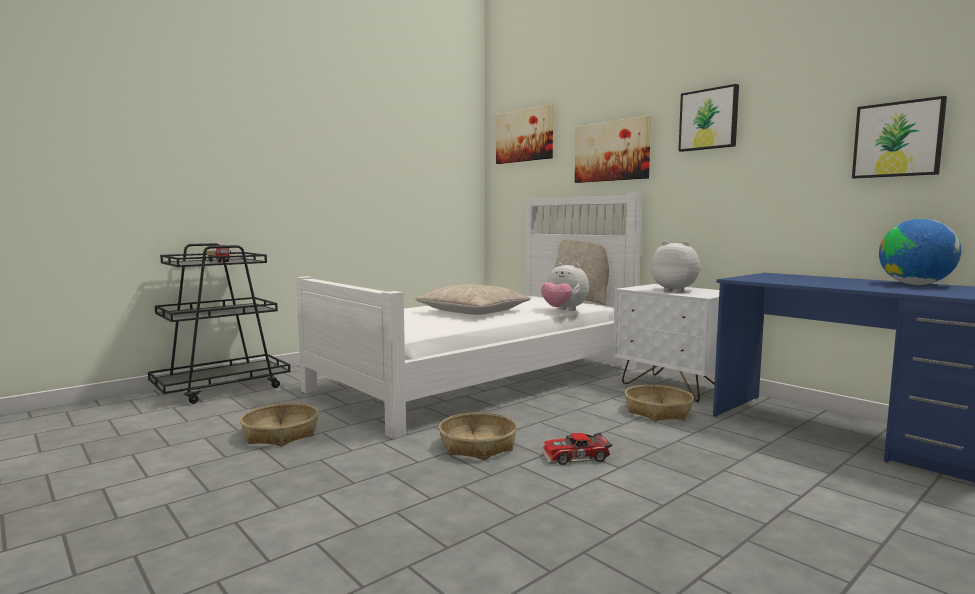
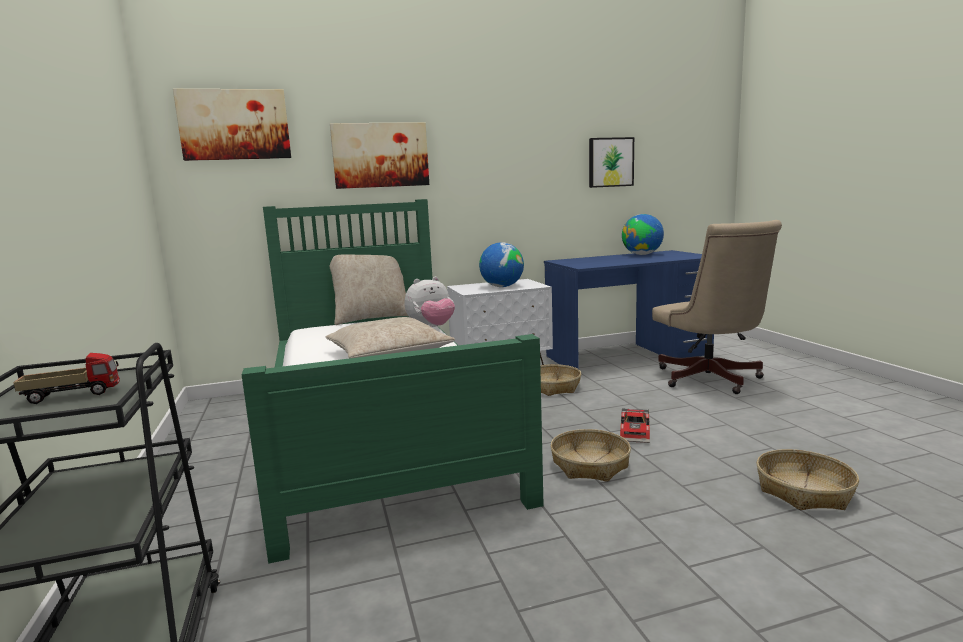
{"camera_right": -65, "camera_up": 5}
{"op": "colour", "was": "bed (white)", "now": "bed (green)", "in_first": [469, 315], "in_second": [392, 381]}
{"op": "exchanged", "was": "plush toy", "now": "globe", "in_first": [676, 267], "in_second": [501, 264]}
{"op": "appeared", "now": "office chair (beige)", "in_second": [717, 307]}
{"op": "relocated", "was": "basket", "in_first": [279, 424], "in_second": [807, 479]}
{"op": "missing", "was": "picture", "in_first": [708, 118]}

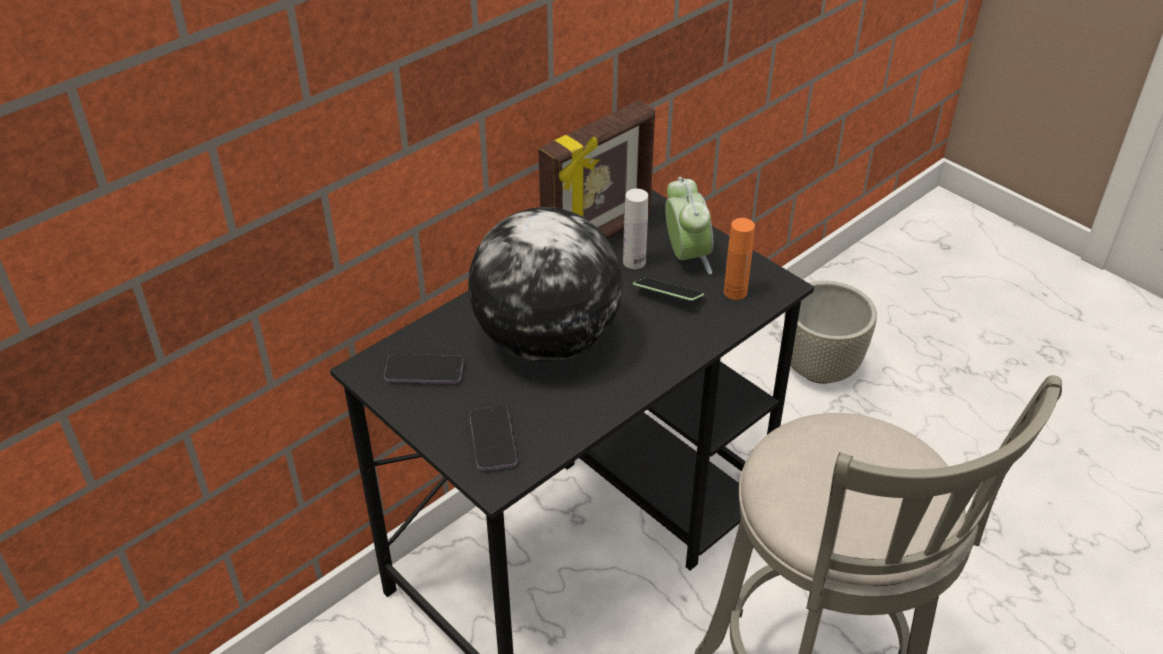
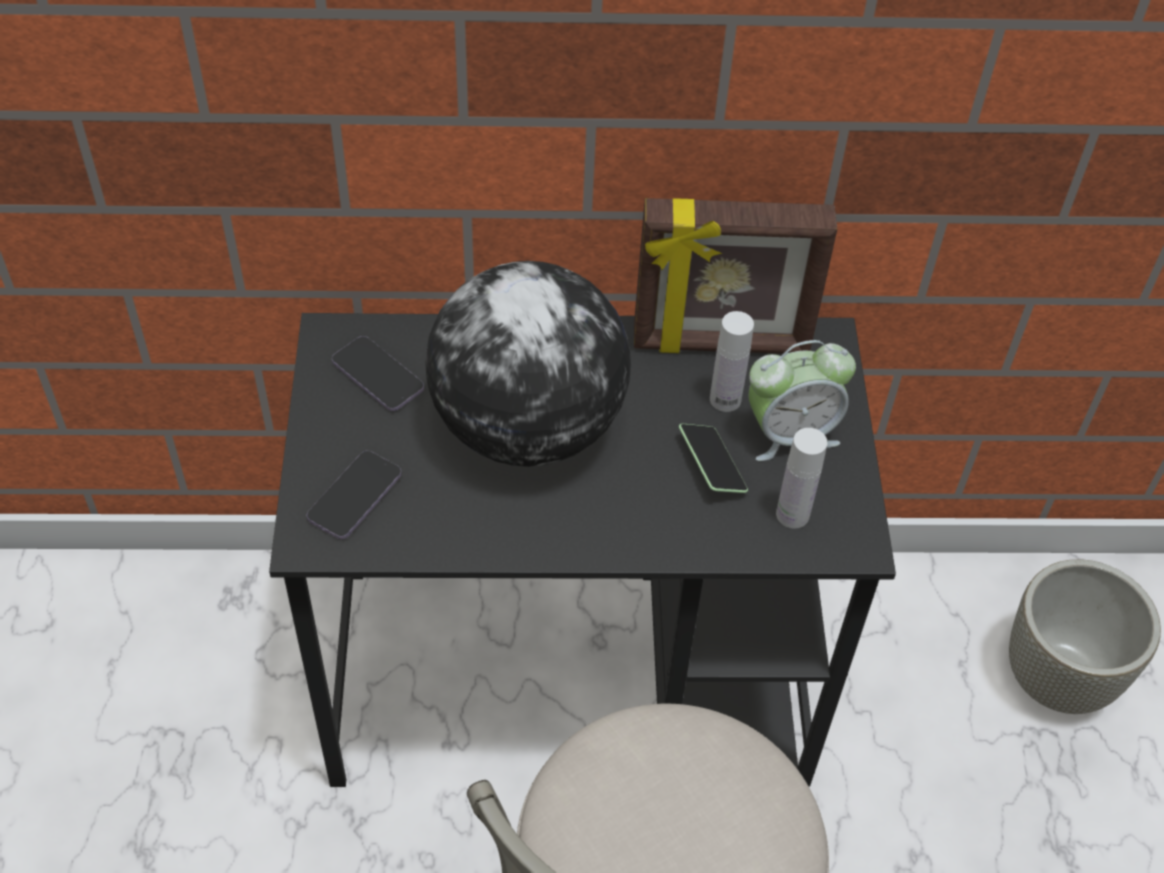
{"camera_right": 40, "camera_up": 10}
{"op": "spun", "was": "alarm clock", "in_first": [689, 225], "in_second": [802, 400], "clockwise": 45}
{"op": "colour", "was": "bottle (orange)", "now": "bottle (white)", "in_first": [739, 259], "in_second": [801, 478]}

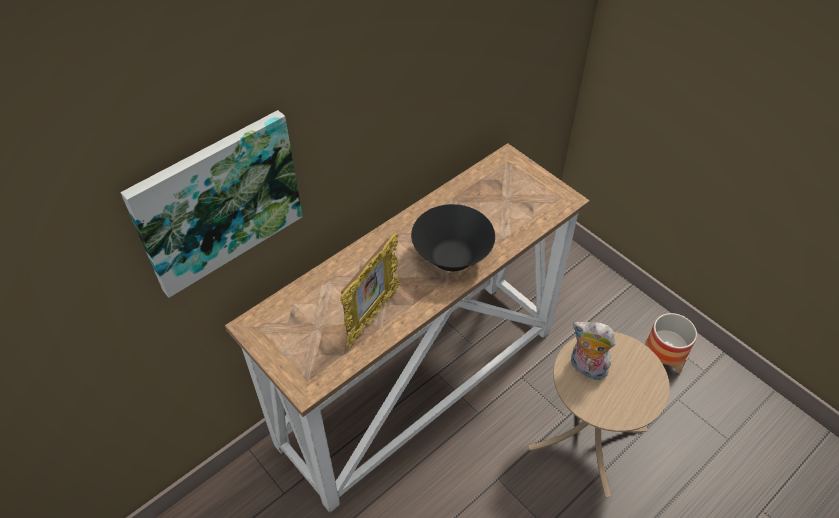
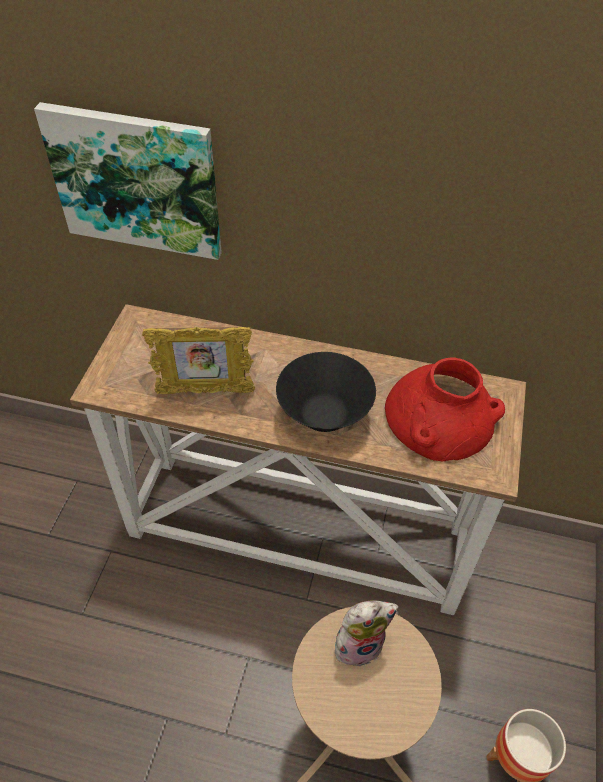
{"camera_right": 55, "camera_up": 0}
{"op": "spun", "was": "plush toy", "in_first": [593, 351], "in_second": [367, 635], "clockwise": 75}
{"op": "appeared", "now": "vase (red)", "in_second": [445, 409]}

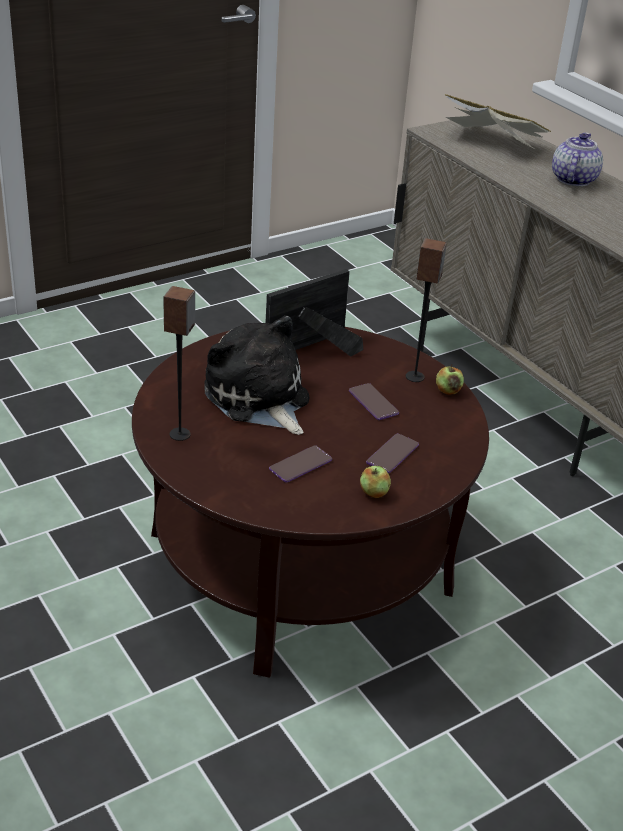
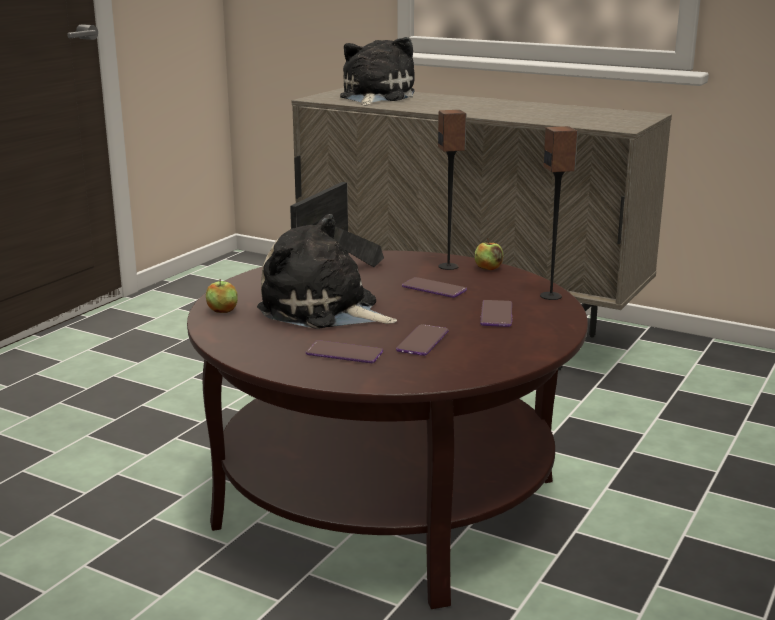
{"camera_right": -25, "camera_up": -15}
{"op": "relocated", "was": "apple", "in_first": [375, 481], "in_second": [222, 296]}
{"op": "appeared", "now": "phone", "in_second": [344, 351]}
{"op": "exchanged", "was": "book", "now": "plush toy", "in_first": [498, 121], "in_second": [377, 71]}
{"op": "relocated", "was": "speaker", "in_first": [179, 363], "in_second": [559, 213]}
{"op": "missing", "was": "teapot", "in_first": [577, 159]}

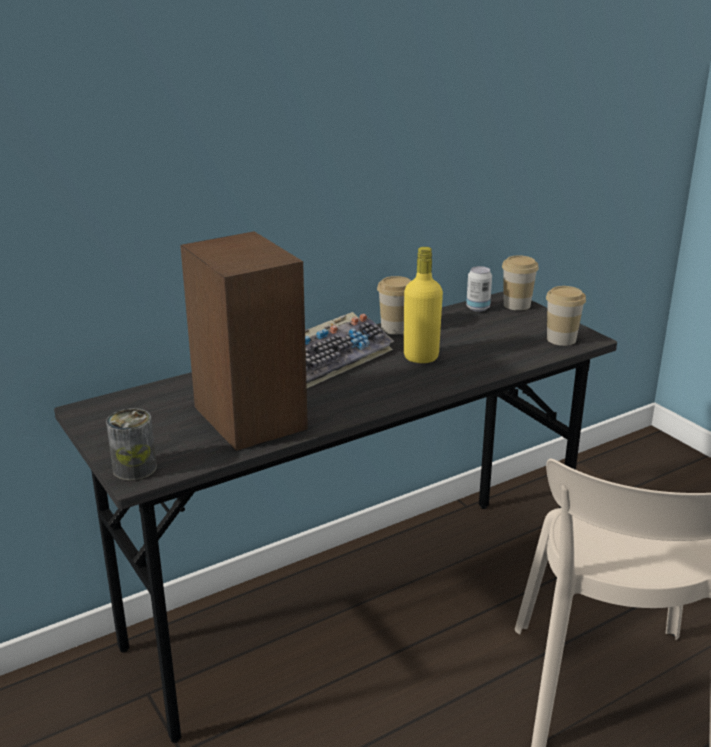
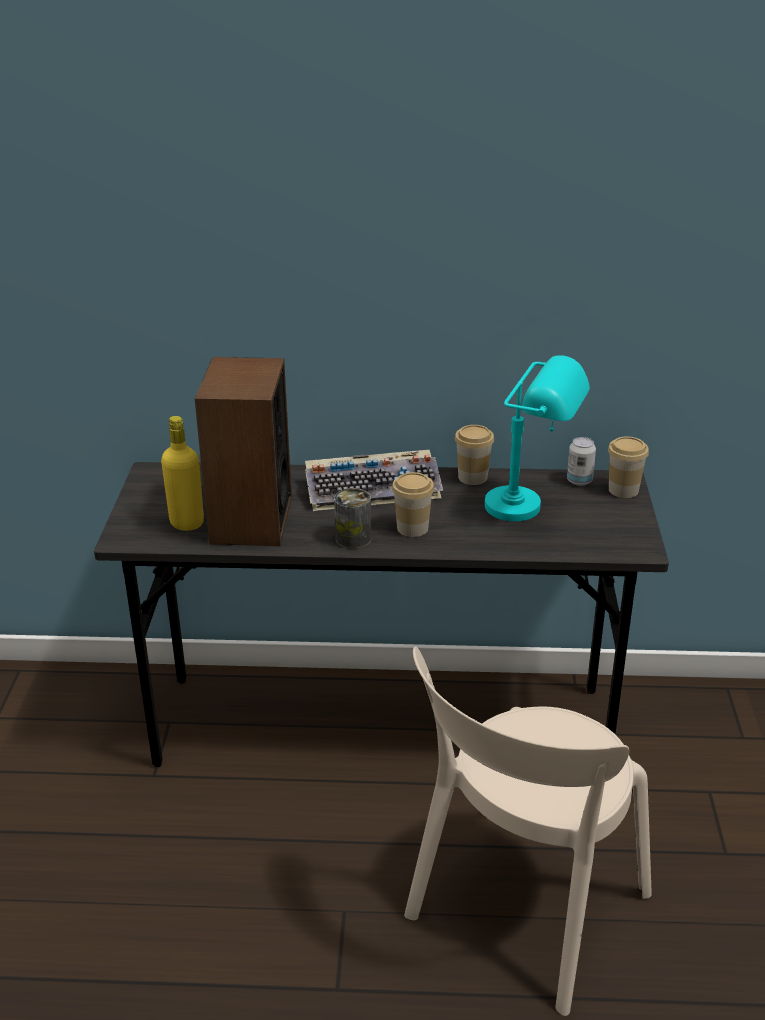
{"camera_right": 35, "camera_up": 5}
{"op": "relocated", "was": "bottle (yellow)", "in_first": [423, 305], "in_second": [182, 473]}
{"op": "relocated", "was": "can", "in_first": [131, 444], "in_second": [353, 518]}
{"op": "relocated", "was": "cup", "in_first": [566, 316], "in_second": [413, 504]}
{"op": "appeared", "now": "table lamp (turquoise)", "in_second": [537, 438]}

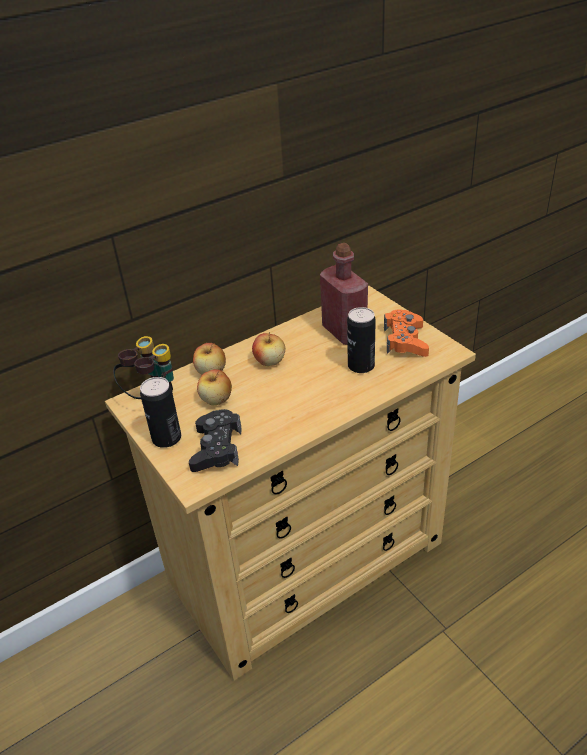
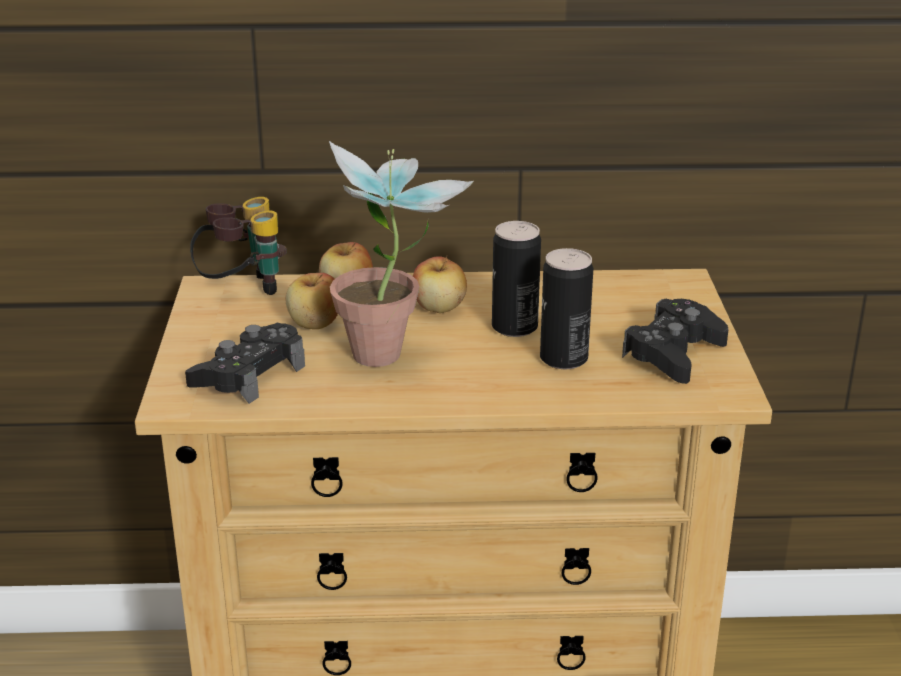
{"camera_right": 30, "camera_up": -10}
{"op": "appeared", "now": "potted plant", "in_second": [401, 254]}
{"op": "relocated", "was": "can", "in_first": [160, 412], "in_second": [516, 279]}
{"op": "colour", "was": "game controller (orange)", "now": "game controller (black)", "in_first": [406, 333], "in_second": [675, 341]}
{"op": "missing", "was": "bottle (red)", "in_first": [344, 294]}

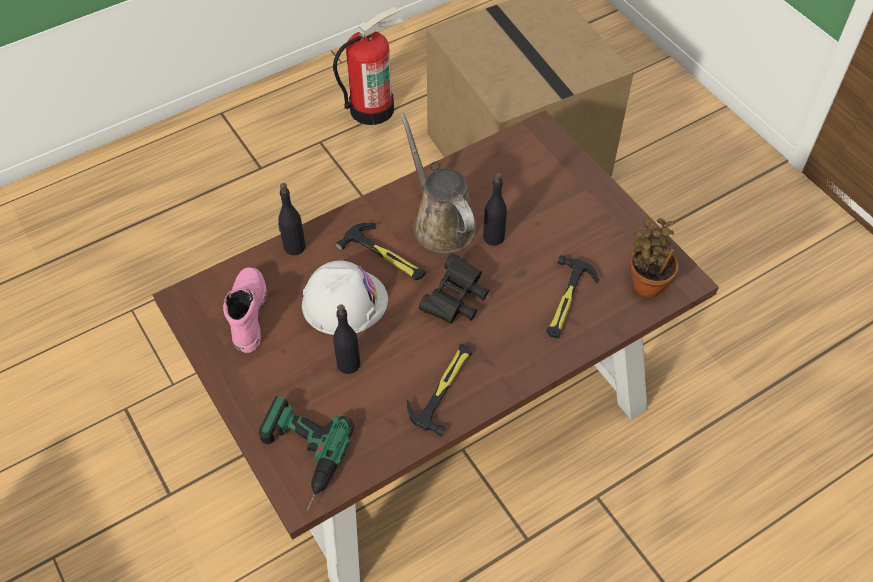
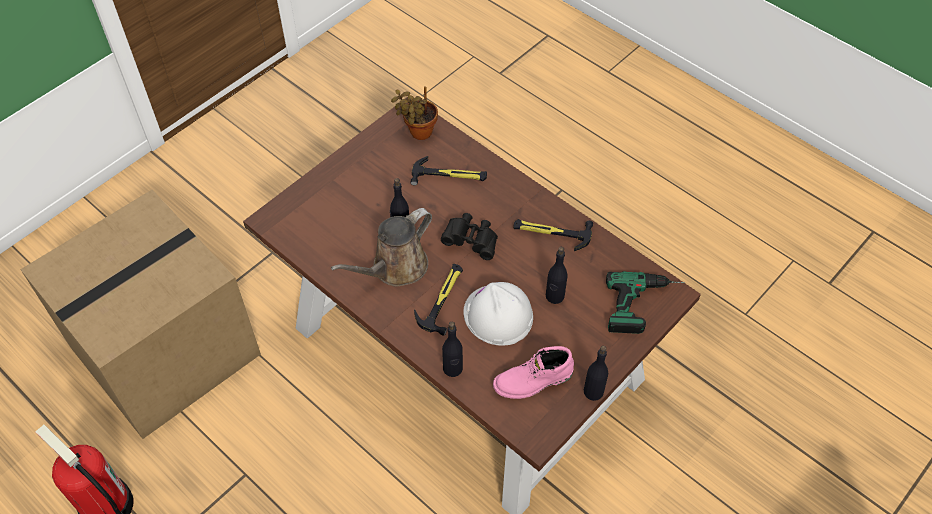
{"camera_right": -105, "camera_up": 0}
{"op": "appeared", "now": "bottle (black)", "in_second": [596, 373]}

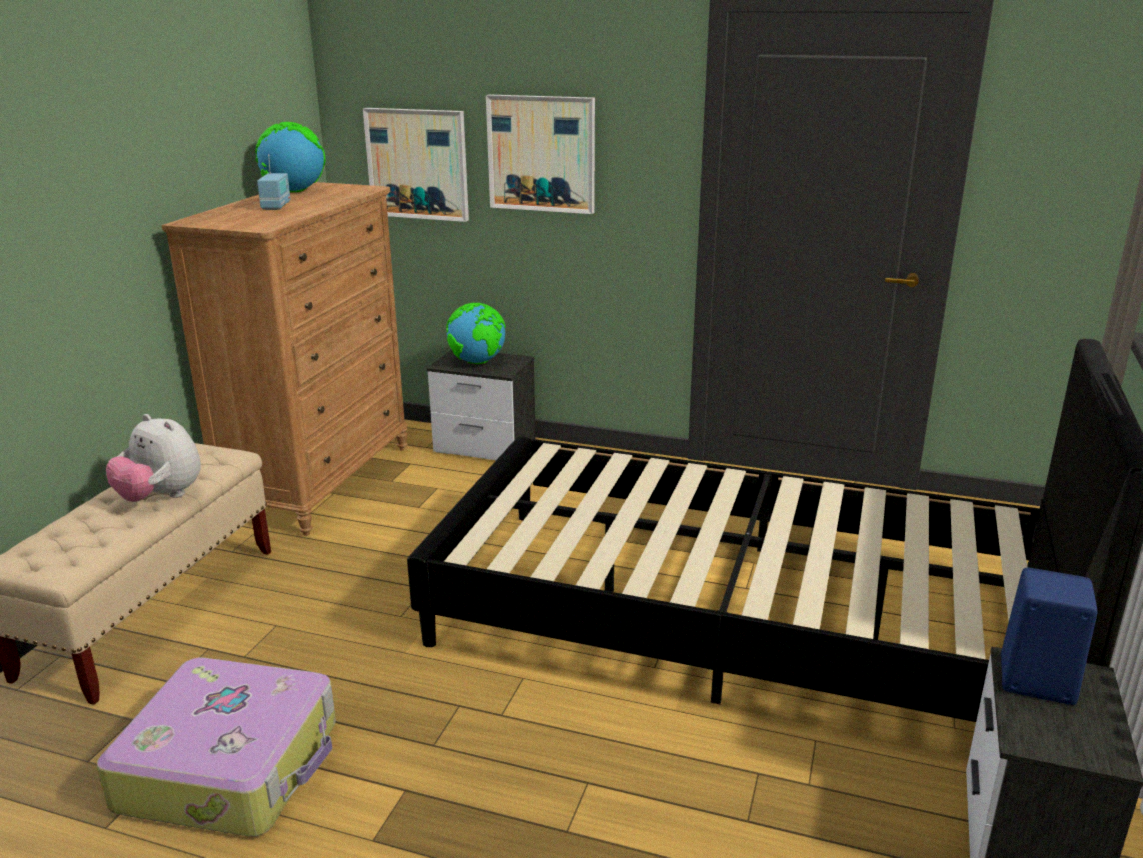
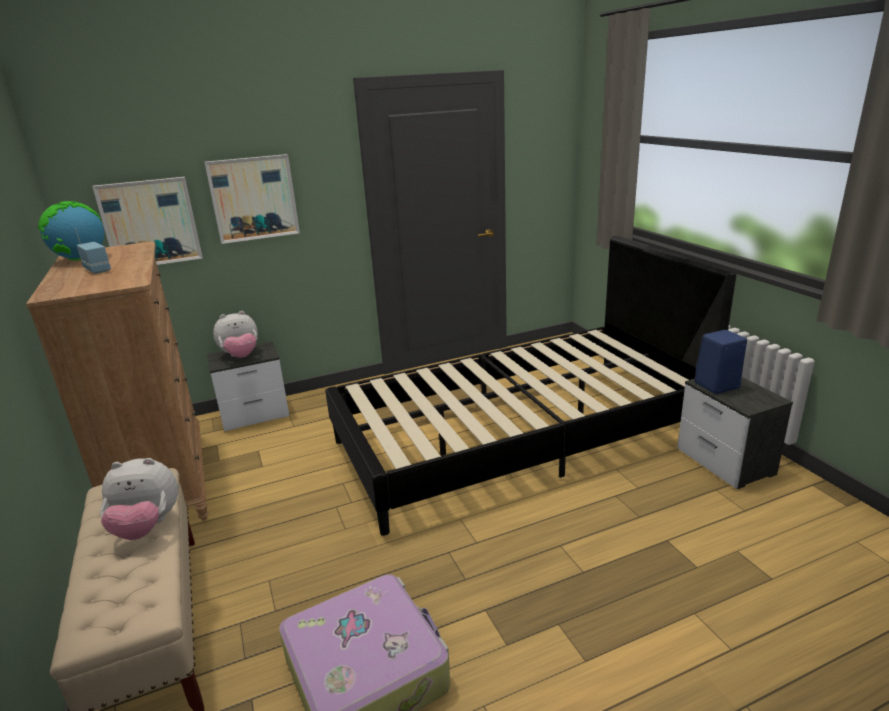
{"camera_right": -40, "camera_up": 0}
{"op": "exchanged", "was": "globe", "now": "plush toy", "in_first": [476, 333], "in_second": [235, 334]}

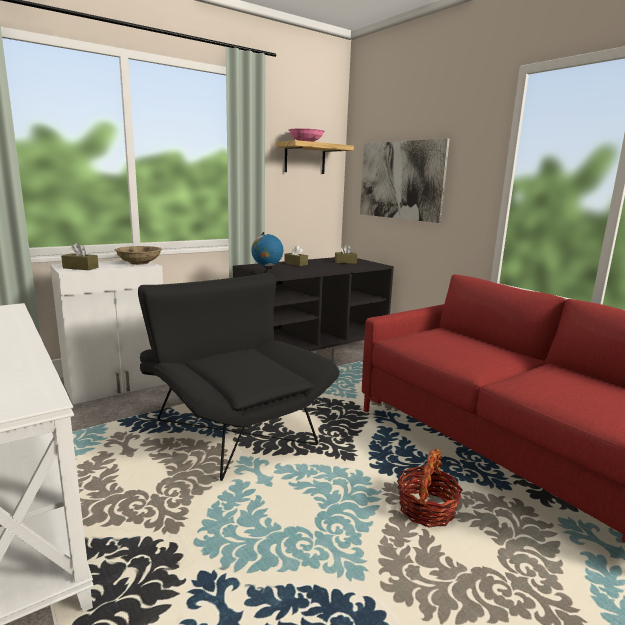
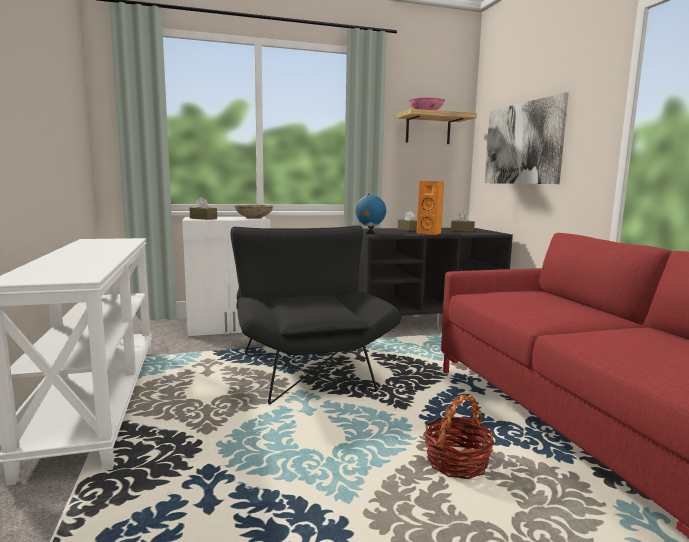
{"camera_right": 20, "camera_up": -5}
{"op": "appeared", "now": "speaker (orange)", "in_second": [430, 208]}

